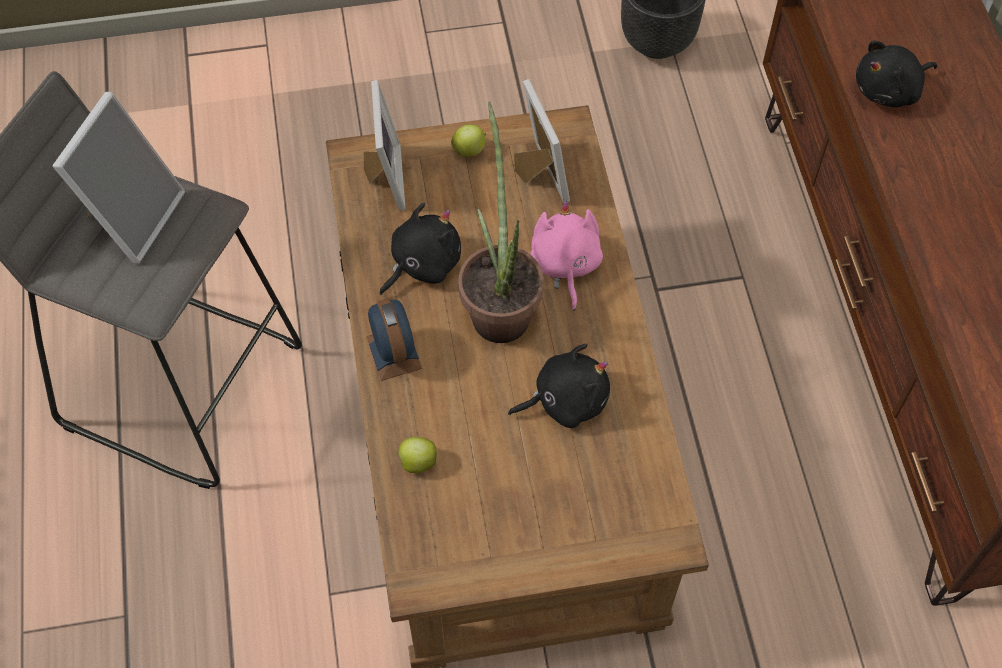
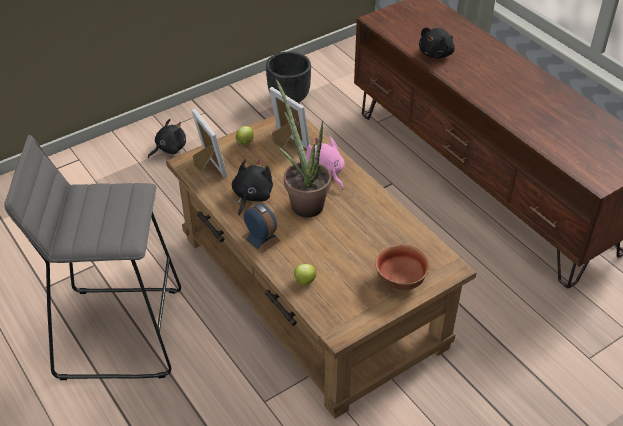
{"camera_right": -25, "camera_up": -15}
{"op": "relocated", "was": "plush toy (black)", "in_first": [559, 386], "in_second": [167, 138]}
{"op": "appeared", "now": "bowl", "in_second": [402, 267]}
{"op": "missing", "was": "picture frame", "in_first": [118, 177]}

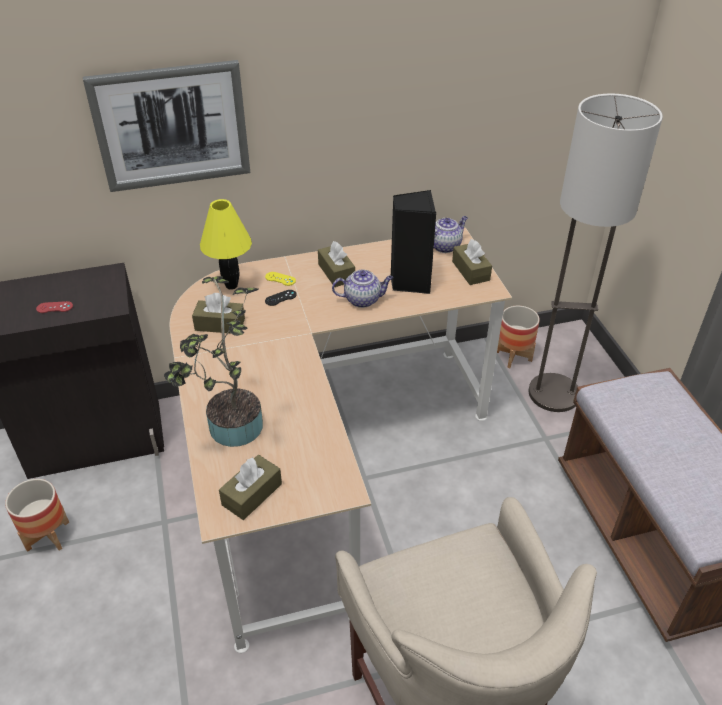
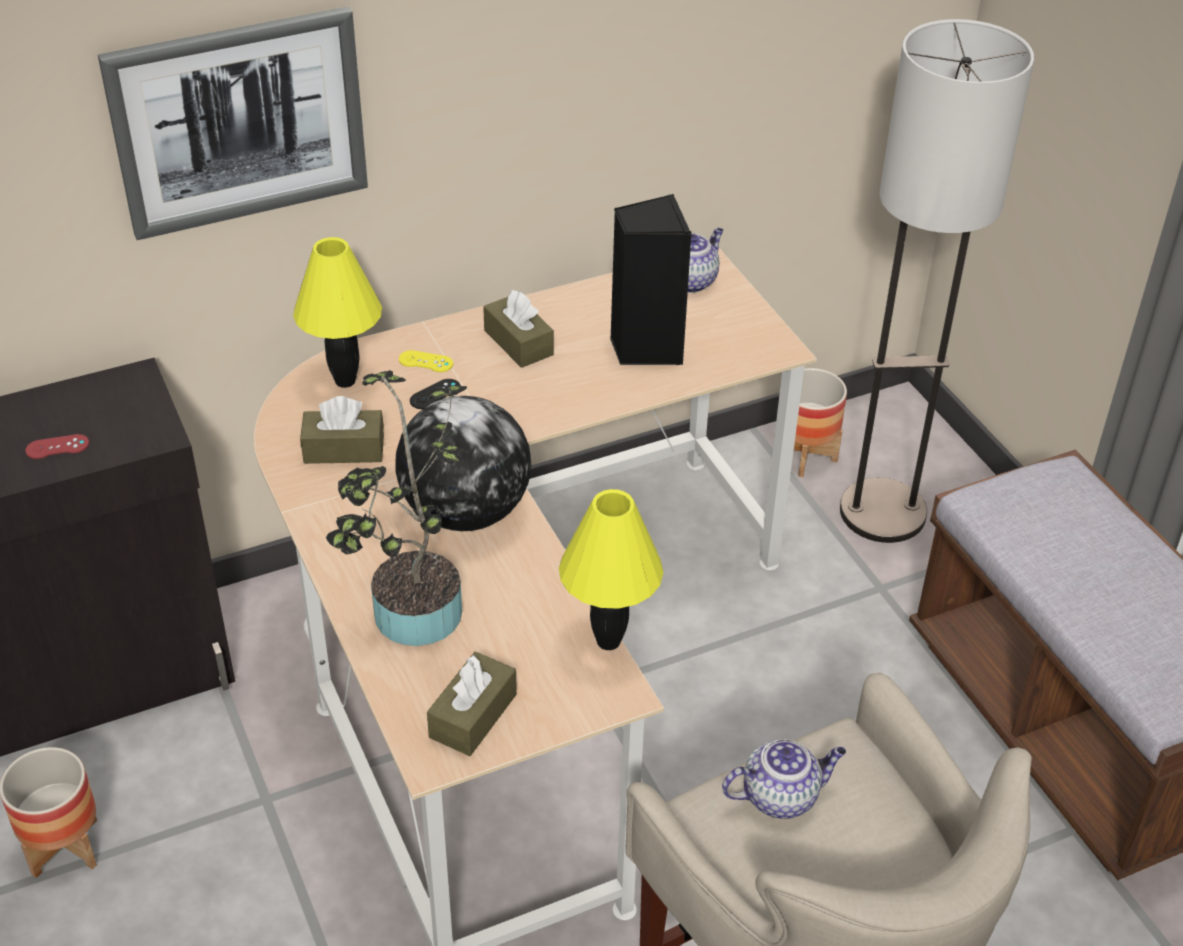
{"camera_right": -10, "camera_up": 0}
{"op": "appeared", "now": "globe", "in_second": [463, 463]}
{"op": "appeared", "now": "table lamp (yellow)", "in_second": [611, 569]}
{"op": "relocated", "was": "teapot", "in_first": [362, 289], "in_second": [784, 779]}
{"op": "missing", "was": "tissue box (brown)", "in_first": [472, 262]}

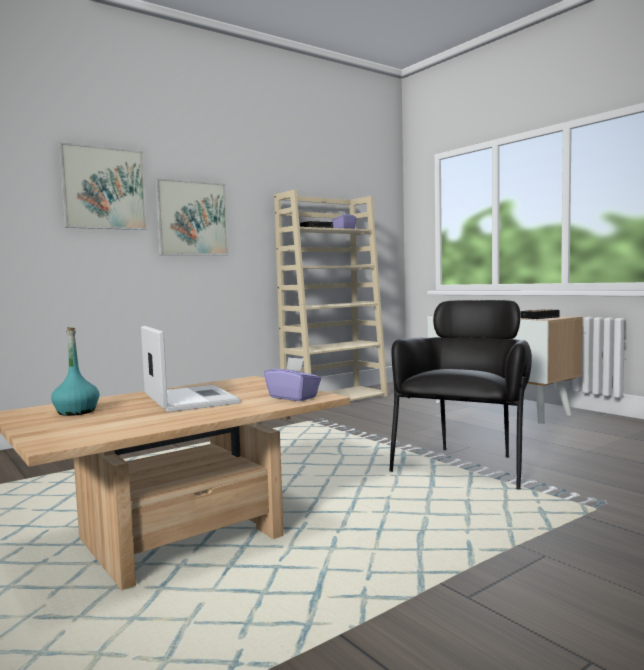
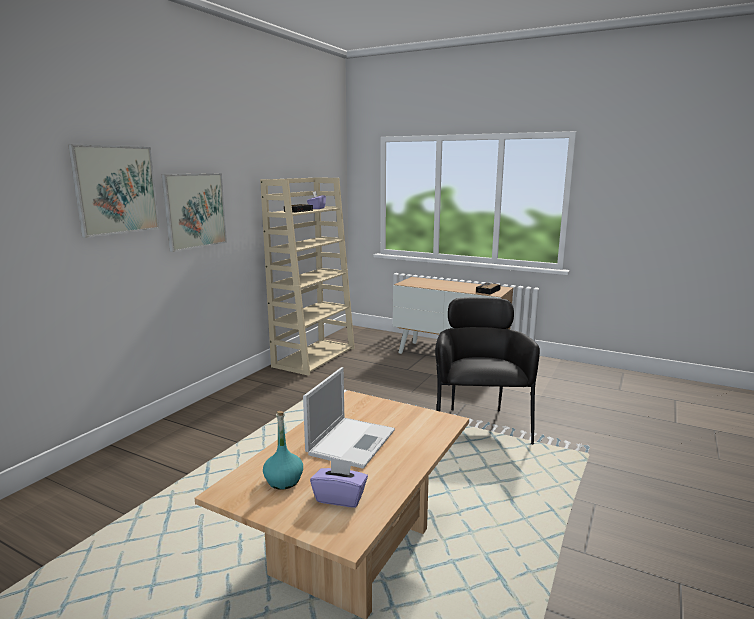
{"camera_right": -25, "camera_up": 10}
{"op": "spun", "was": "laptop", "in_first": [191, 369], "in_second": [349, 418], "clockwise": 75}
{"op": "relocated", "was": "tissue box (purple)", "in_first": [292, 379], "in_second": [339, 483]}

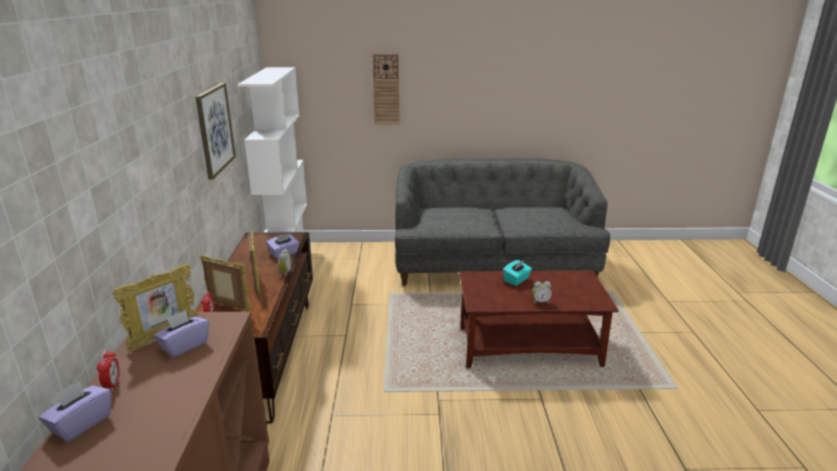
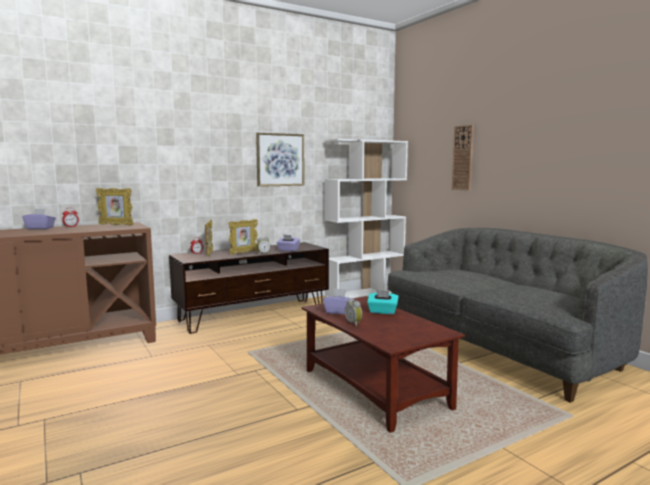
{"camera_right": 60, "camera_up": -15}
{"op": "relocated", "was": "tissue box (purple)", "in_first": [181, 334], "in_second": [339, 302]}

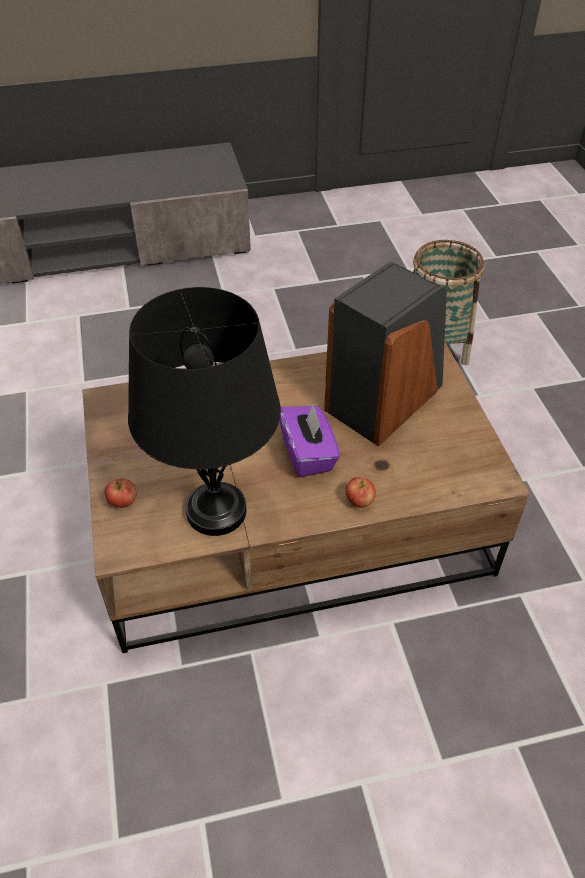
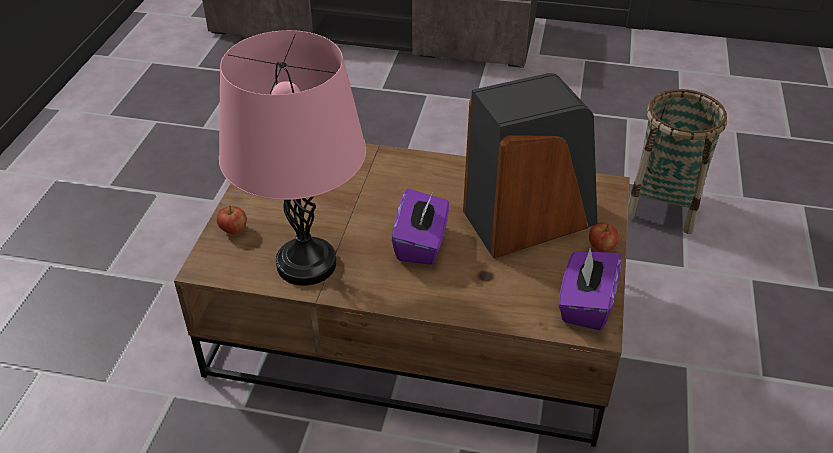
{"camera_right": 25, "camera_up": -5}
{"op": "colour", "was": "table lamp (black)", "now": "table lamp (pink)", "in_first": [204, 411], "in_second": [292, 158]}
{"op": "appeared", "now": "tissue box (purple)", "in_second": [590, 289]}
{"op": "relocated", "was": "apple", "in_first": [360, 492], "in_second": [604, 237]}

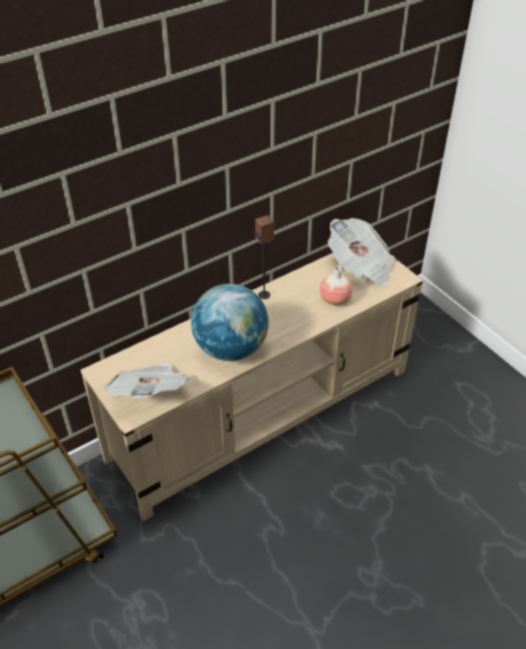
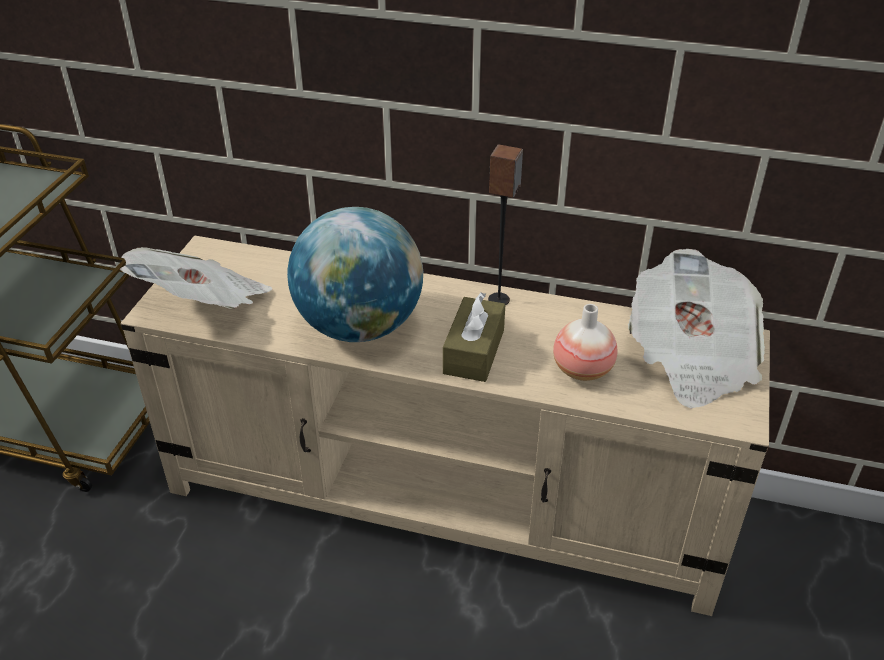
{"camera_right": 50, "camera_up": -5}
{"op": "appeared", "now": "tissue box (brown)", "in_second": [474, 337]}

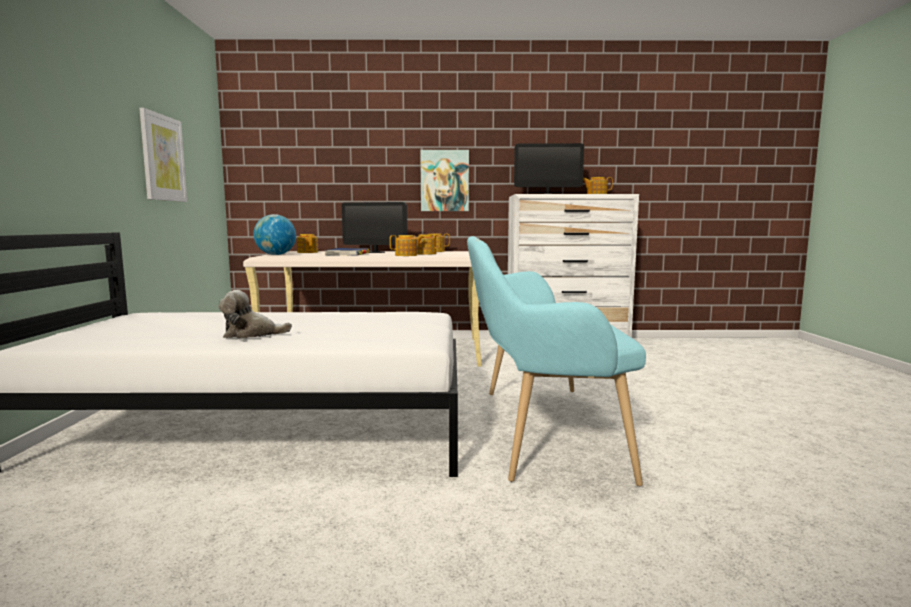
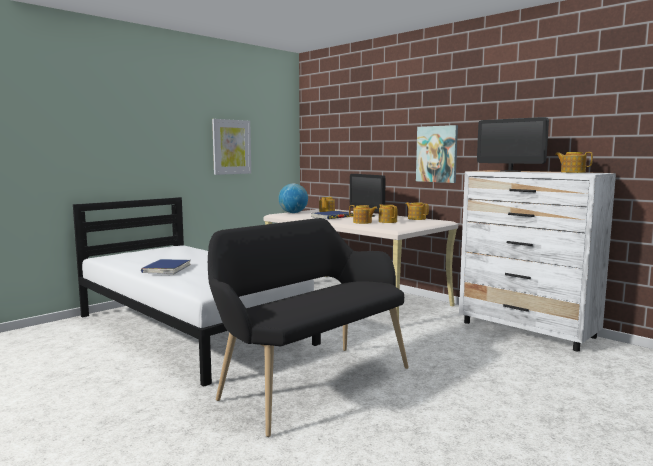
{"camera_right": 45, "camera_up": 0}
{"op": "exchanged", "was": "plush toy", "now": "book (blue)", "in_first": [255, 314], "in_second": [165, 267]}
{"op": "colour", "was": "bench (turquoise)", "now": "bench (black)", "in_first": [556, 361], "in_second": [308, 327]}

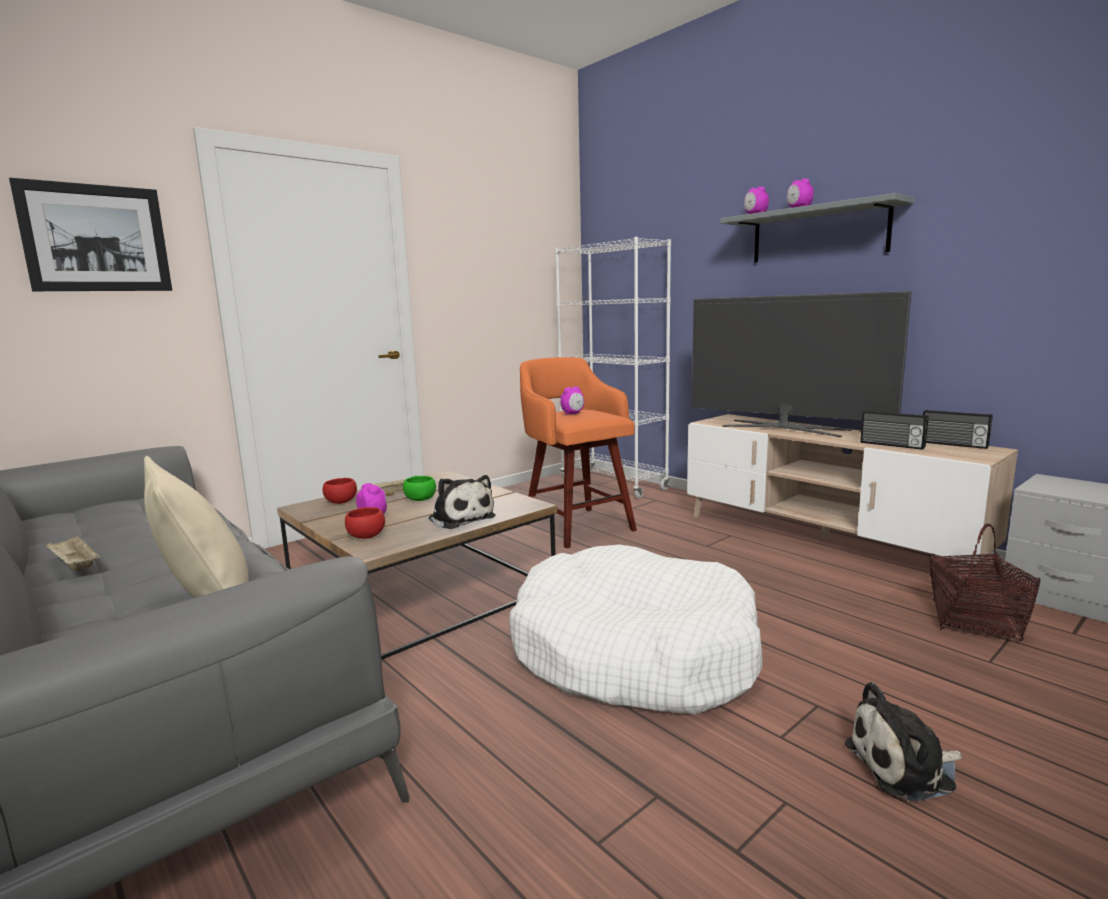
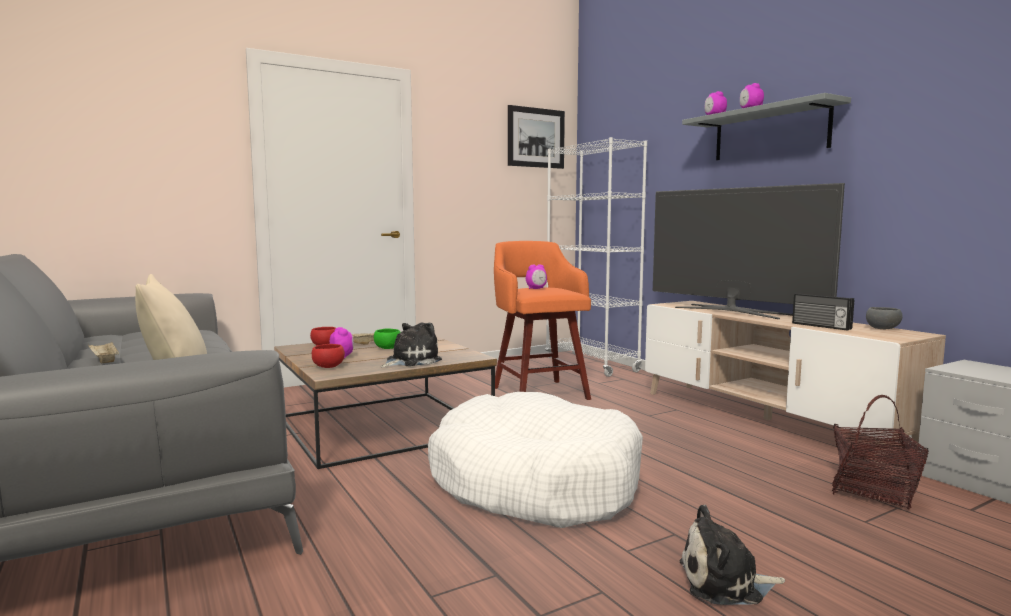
{"camera_right": 10, "camera_up": -5}
{"op": "spun", "was": "plush toy", "in_first": [462, 502], "in_second": [411, 345], "clockwise": -105}
{"op": "relocated", "was": "picture", "in_first": [90, 234], "in_second": [536, 137]}
{"op": "exchanged", "was": "radio", "now": "bowl (grey)", "in_first": [958, 429], "in_second": [884, 318]}

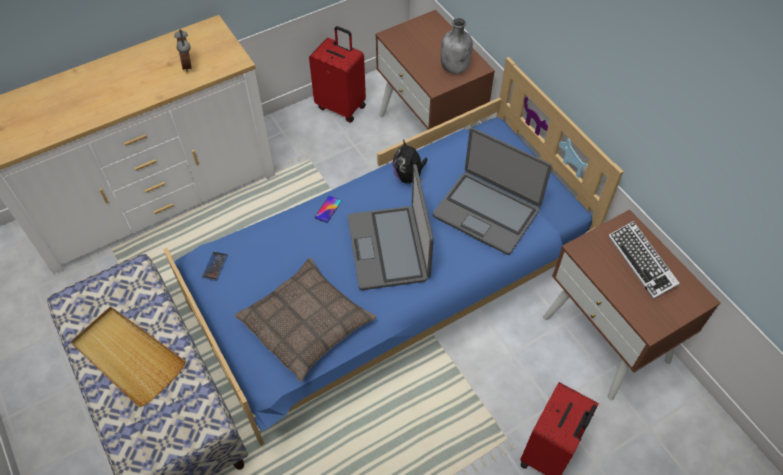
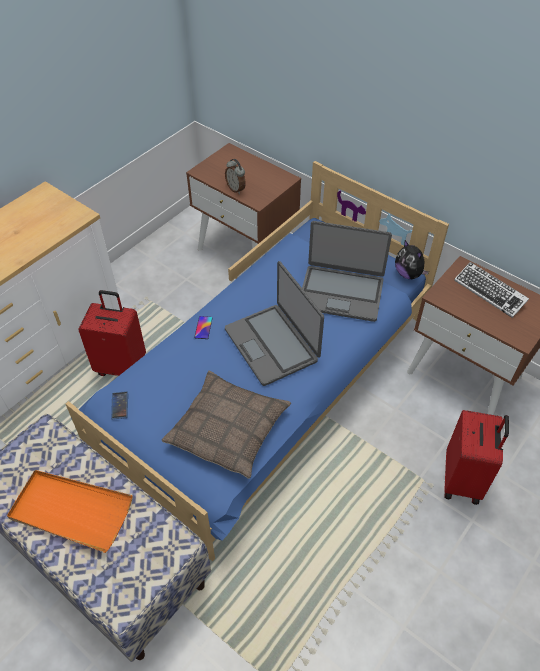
{"camera_right": -20, "camera_up": -5}
{"op": "colour", "was": "tray (beige)", "now": "tray (orange)", "in_first": [128, 356], "in_second": [70, 511]}
{"op": "relocated", "was": "suitcase (red)", "in_first": [337, 74], "in_second": [112, 333]}
{"op": "relocated", "was": "alarm clock", "in_first": [182, 50], "in_second": [235, 176]}
{"op": "relocated", "was": "plush toy", "in_first": [410, 161], "in_second": [412, 259]}
{"op": "missing", "was": "bottle (grey)", "in_first": [457, 46]}

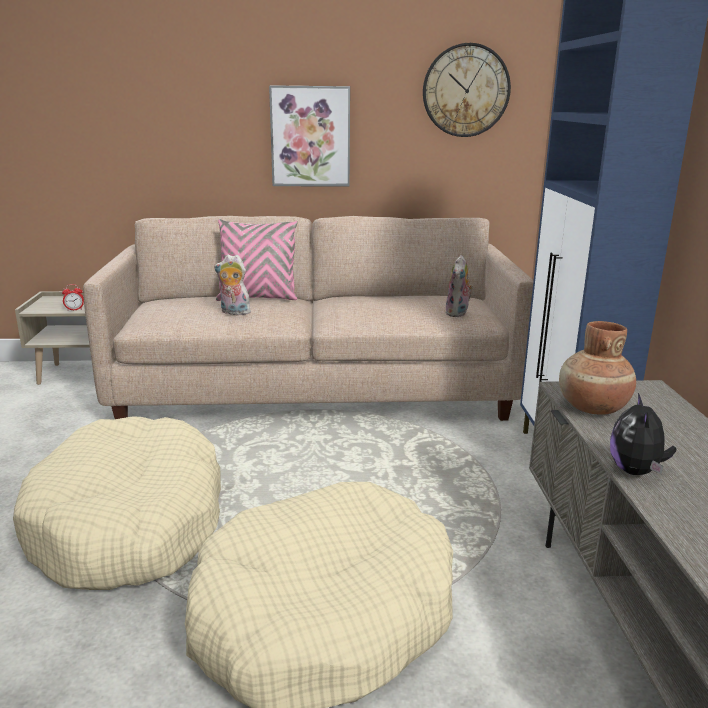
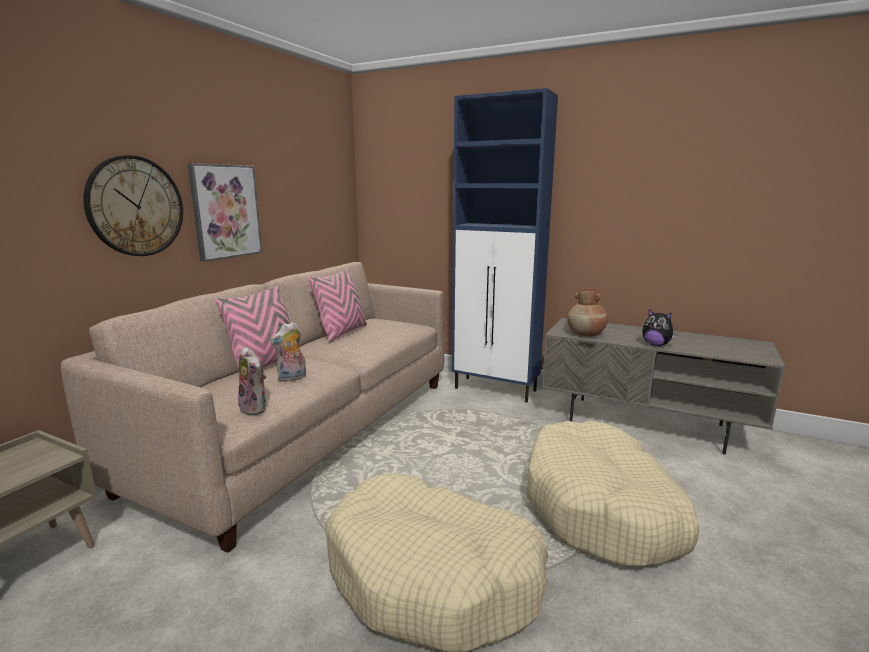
{"camera_right": -60, "camera_up": -5}
{"op": "relocated", "was": "wall clock", "in_first": [467, 90], "in_second": [133, 205]}
{"op": "relocated", "was": "plush toy", "in_first": [459, 286], "in_second": [252, 380]}
{"op": "appeared", "now": "pillow (pink)", "in_second": [337, 305]}
{"op": "missing", "was": "alarm clock", "in_first": [73, 297]}

